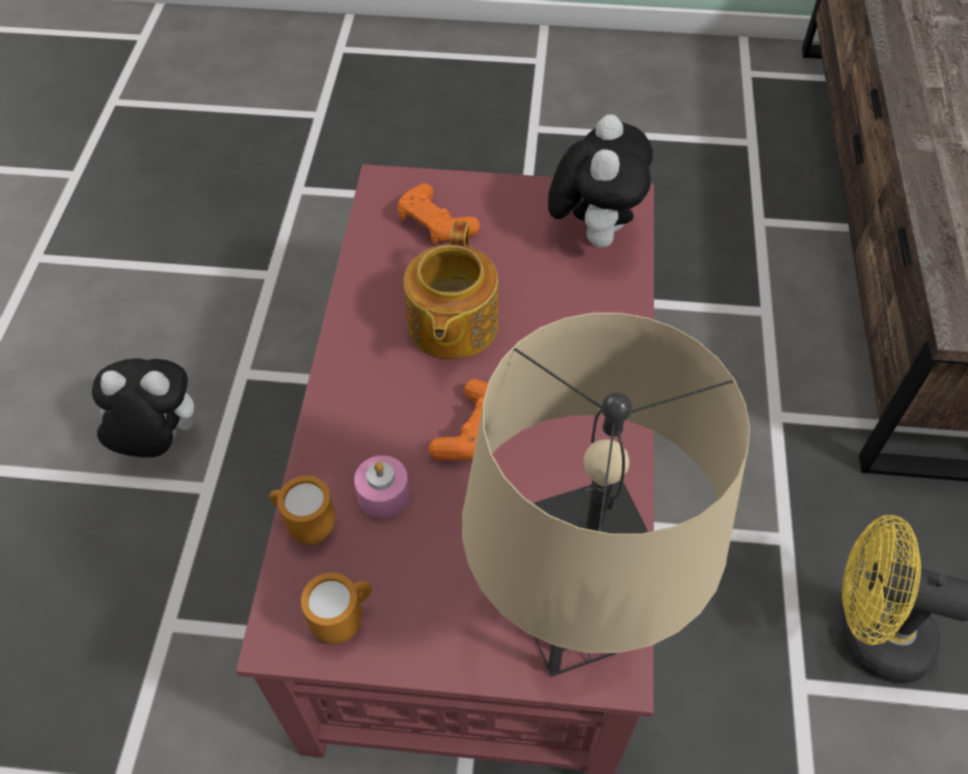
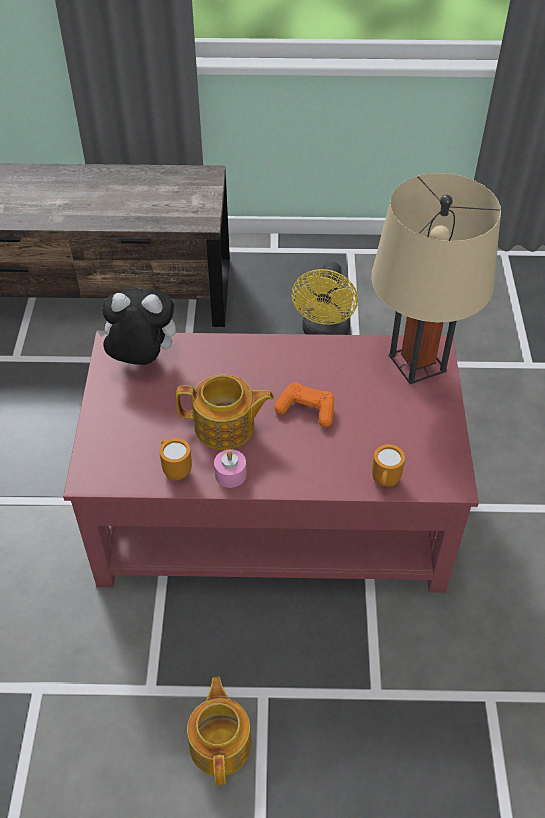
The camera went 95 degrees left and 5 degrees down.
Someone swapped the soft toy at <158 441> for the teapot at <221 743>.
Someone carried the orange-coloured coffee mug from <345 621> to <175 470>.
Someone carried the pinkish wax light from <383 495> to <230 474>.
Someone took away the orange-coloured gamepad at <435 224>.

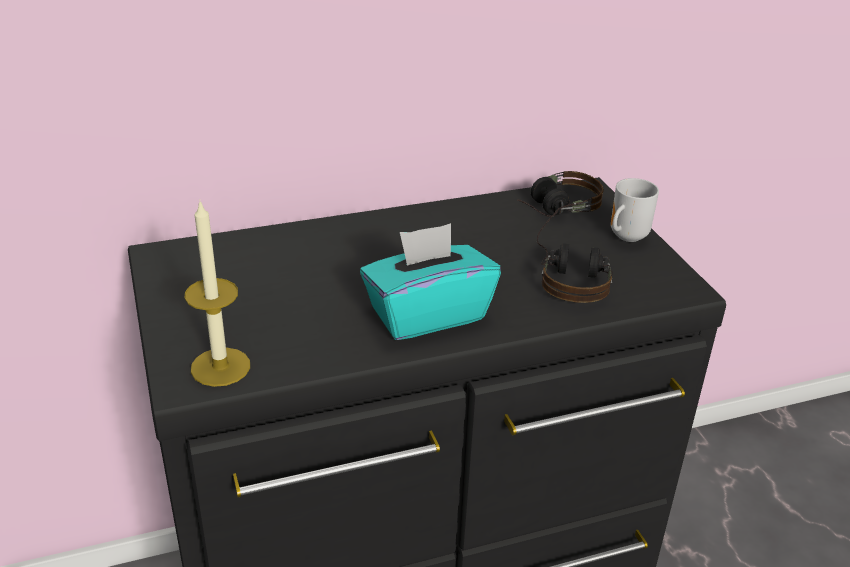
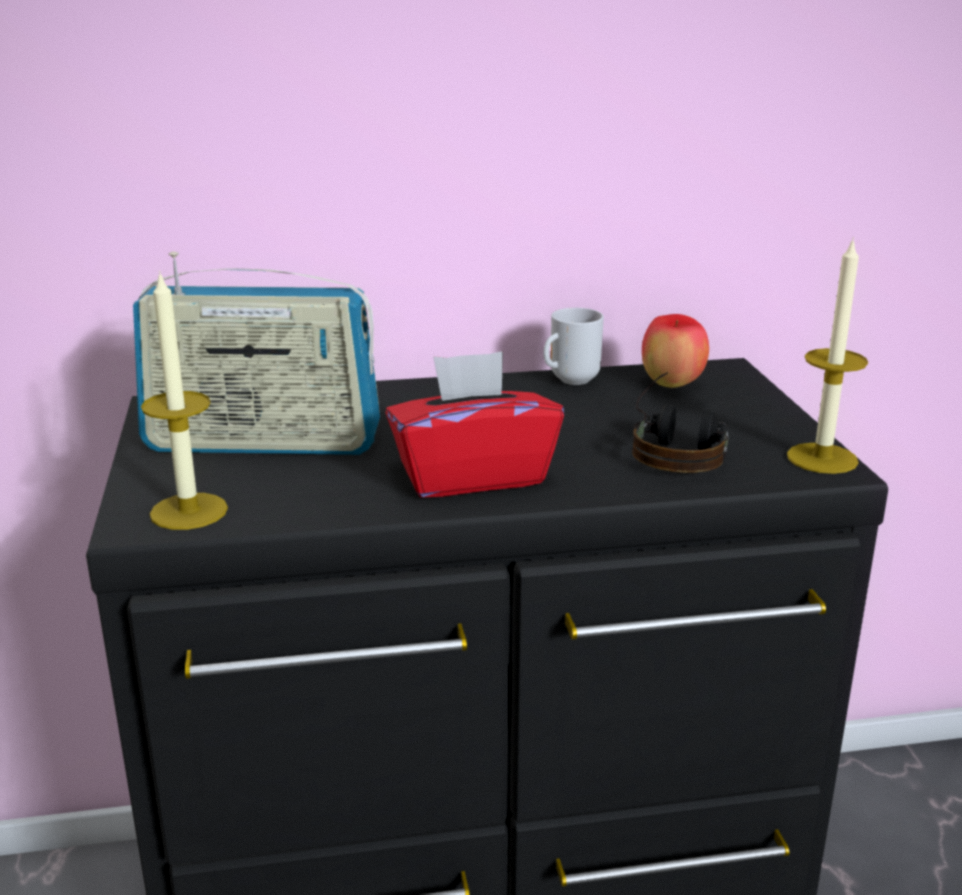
The camera went 10 degrees right and 10 degrees down.
Someone repainted the blue-green tissue holder at <427 314>, which became the red-coloured tissue holder at <472 476>.
Someone swapped the headset at <552 209> for the apple at <671 385>.
Someone carried the coffee mug from <625 236> to <570 380>.
Someone put down the radio at <263 442>.
Someone put down the wax light at <822 458>.

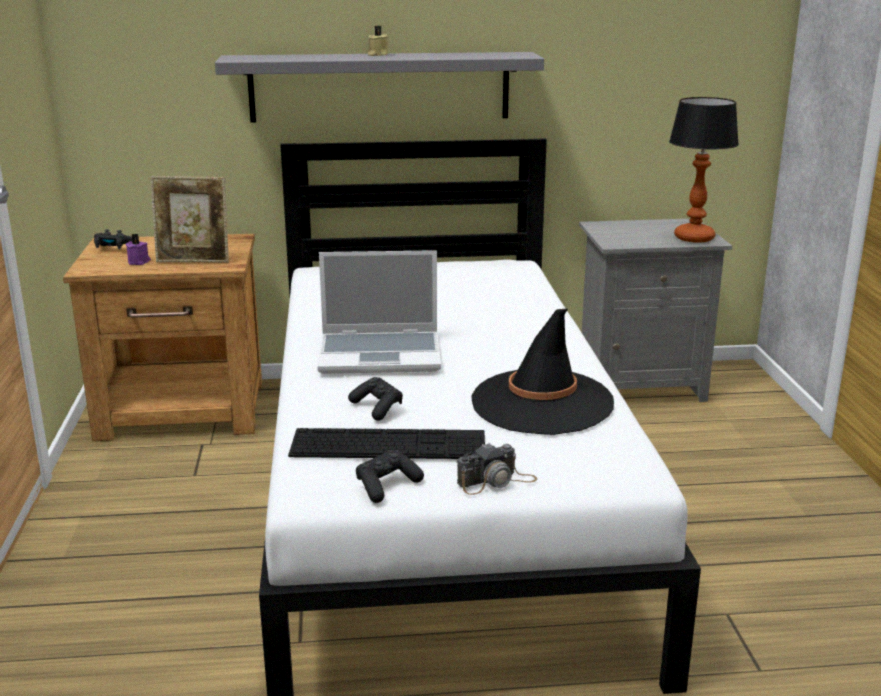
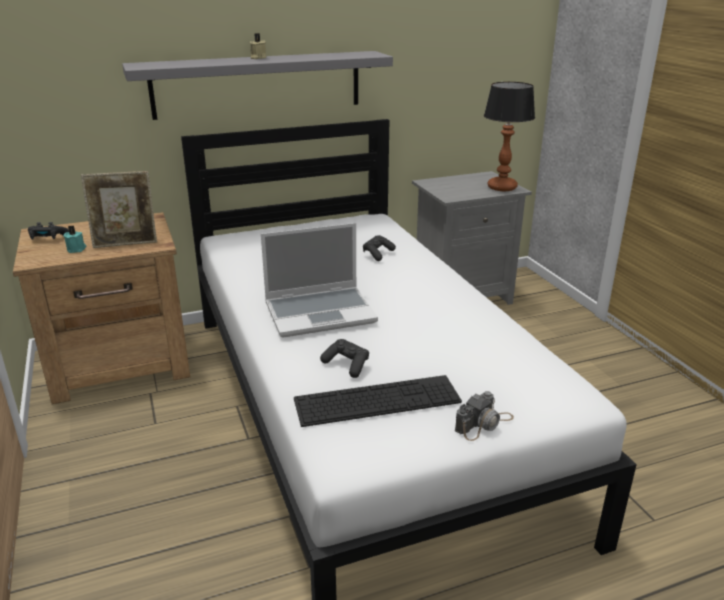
The camera went 15 degrees left and 5 degrees up.
Someone repainted the purplish wax light at <139 262>, which became the blue-green wax light at <77 249>.
Someone carried the blackish gamepad from <387 486> to <378 254>.
Someone took away the blackish clothing hat at <542 402>.

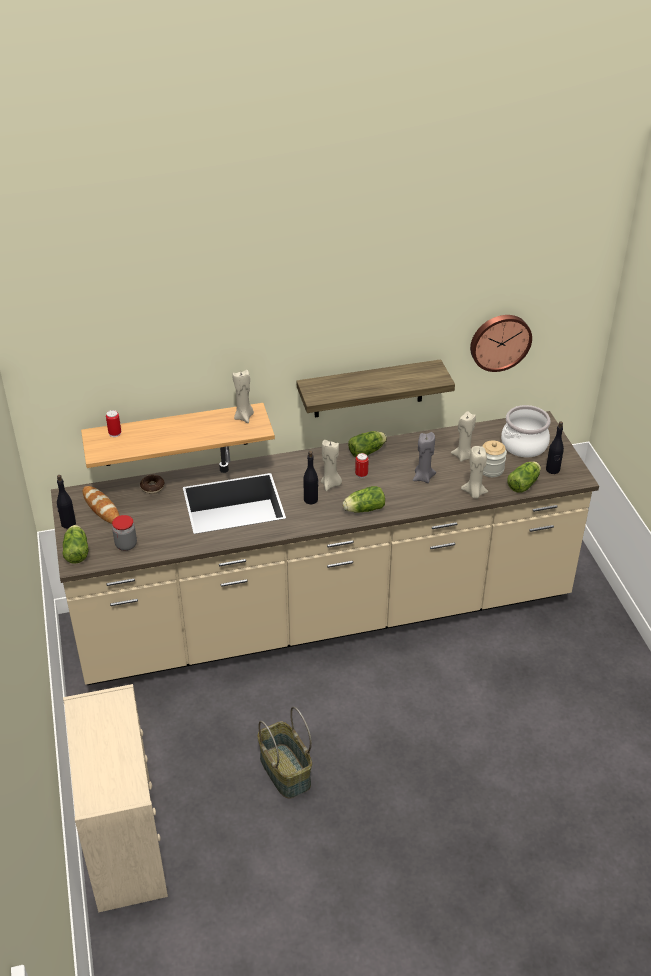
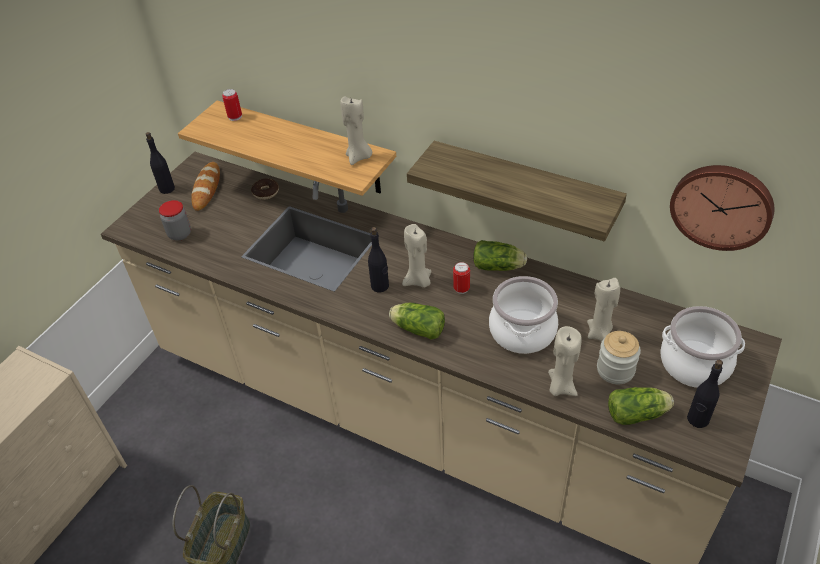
The camera went 45 degrees right and 5 degrees up.
Someone took away the head of lettuce at <76 551>.
Someone swapped the greyish wax light at <423 477> for the saucepot at <523 331>.

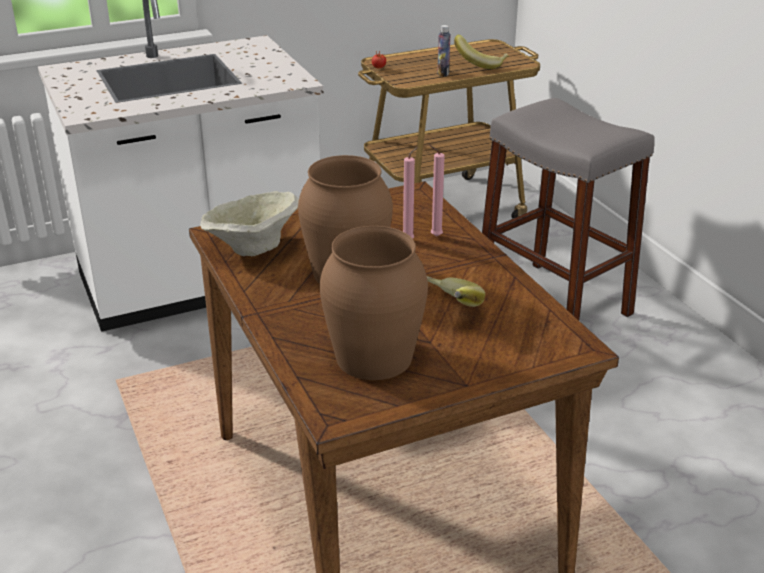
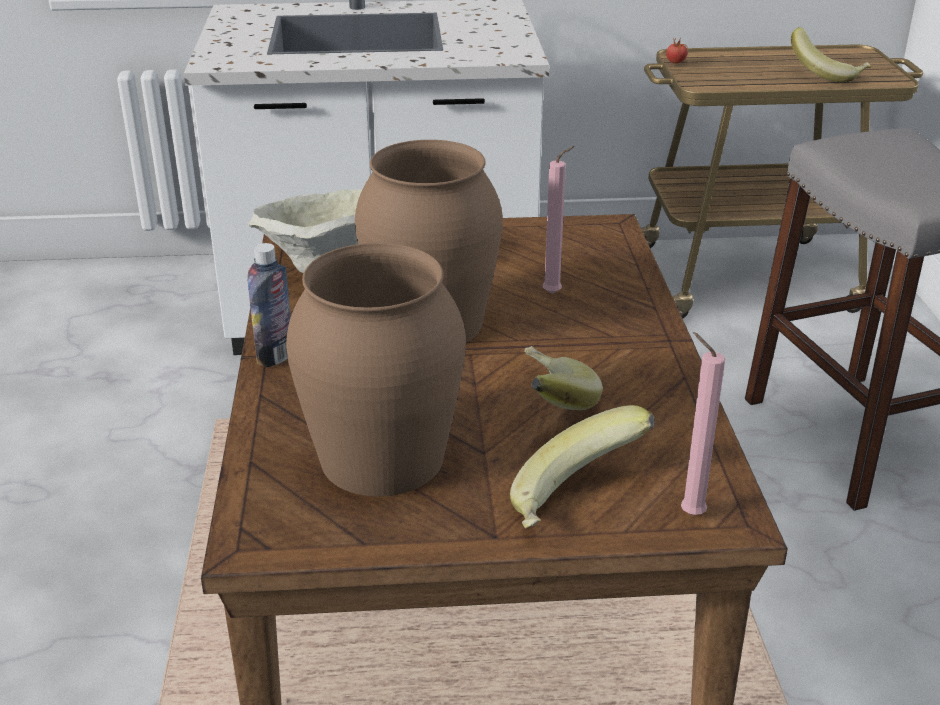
The camera went 20 degrees right and 0 degrees up.
Someone carried the pinkish wax light from <434 236> to <688 513>.
Someone carried the drink bottle from <443 73> to <275 356>.
Someone put down the banana fruit at <578 503>.

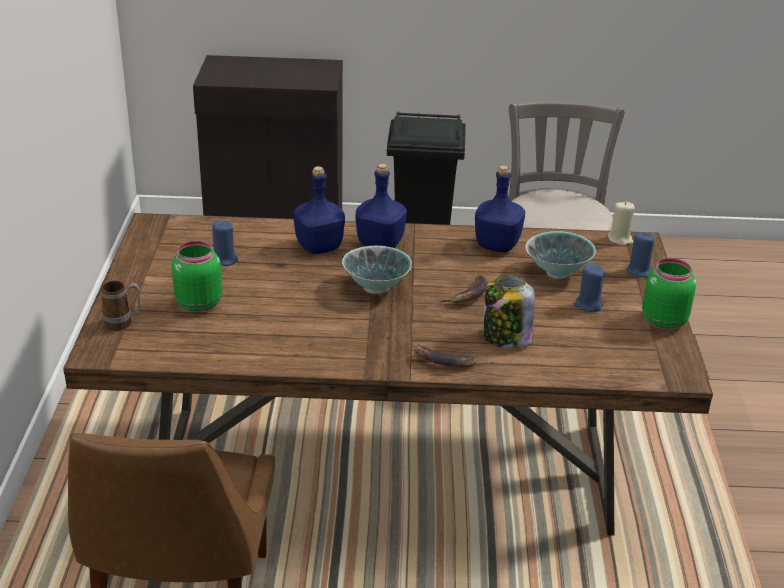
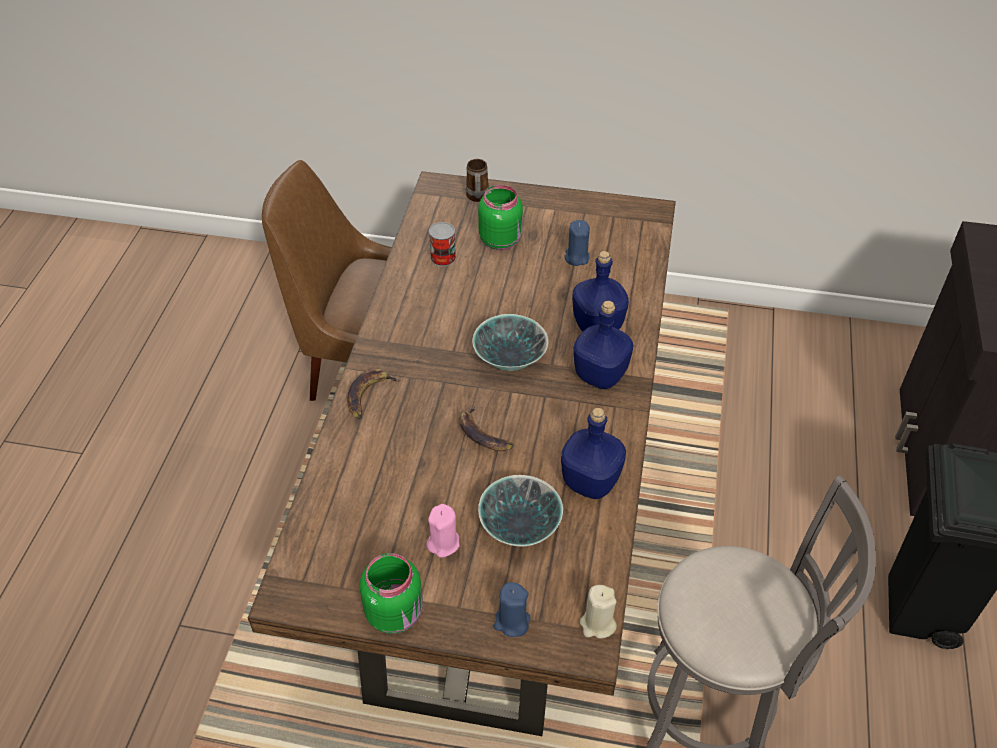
The camera went 100 degrees right and 15 degrees up.
Someone took away the storage jar at <506 338>.
Someone repainted the blue wax light at <588 305>, which became the pinkish wax light at <443 543>.
Someone put down the metal can at <443 257>.

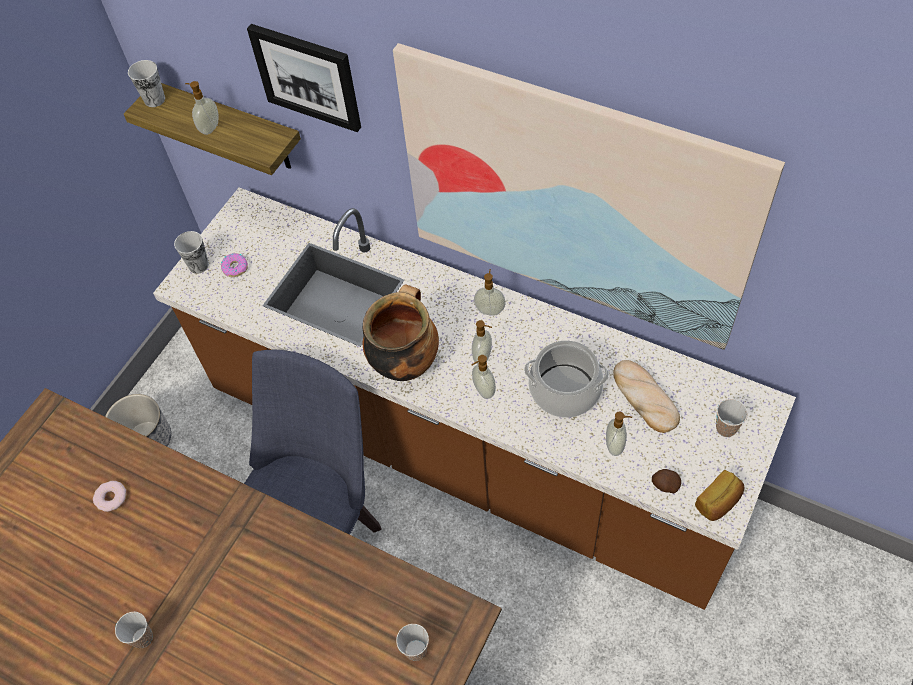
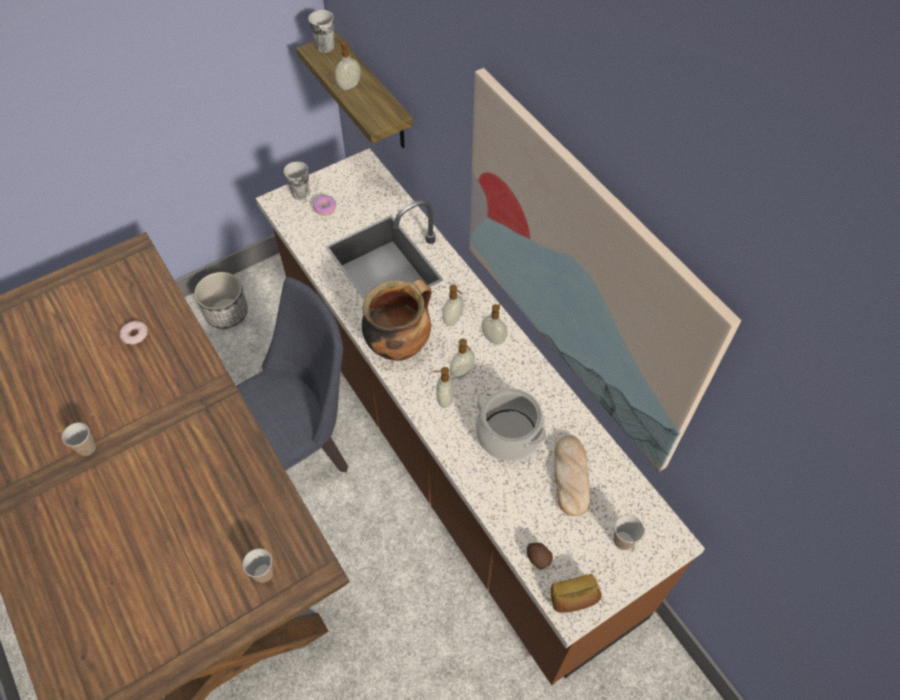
The camera went 25 degrees right and 0 degrees up.
Someone took away the picture at <307 76>.
Someone carried the liquid soap bottle from <615 445> to <453 319>.

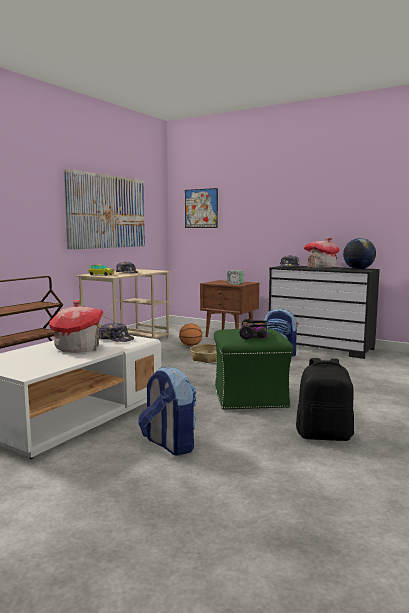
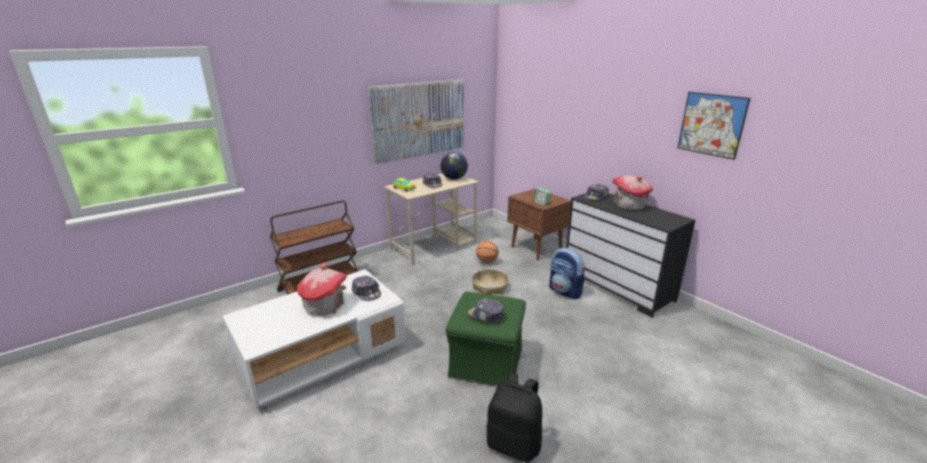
The camera went 20 degrees right and 15 degrees up.
Someone took away the rucksack at <169 444>.
Someone carried the picture from <201 208> to <711 124>.
Someone swapped the toy car at <254 335> for the cap at <486 316>.
Someone carried the globe from <358 269> to <454 178>.

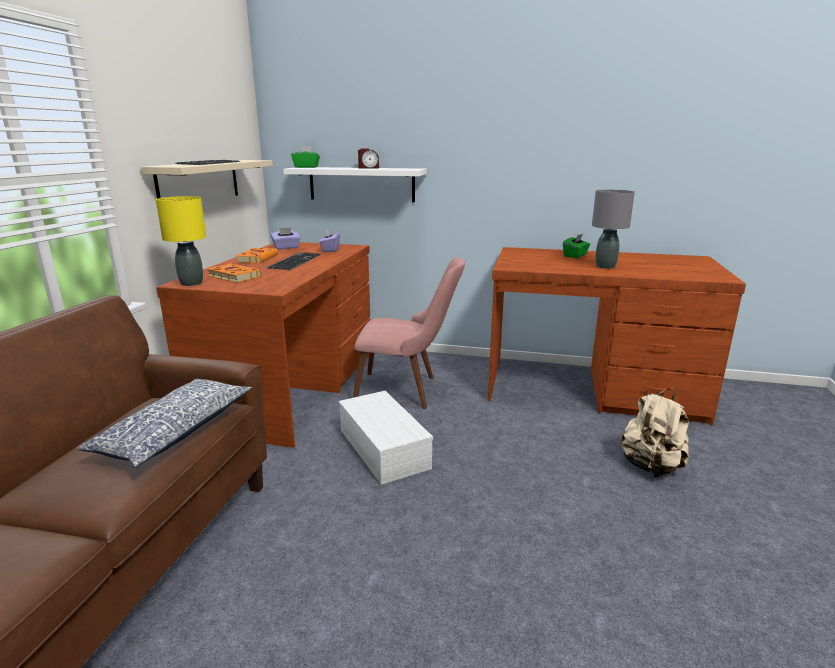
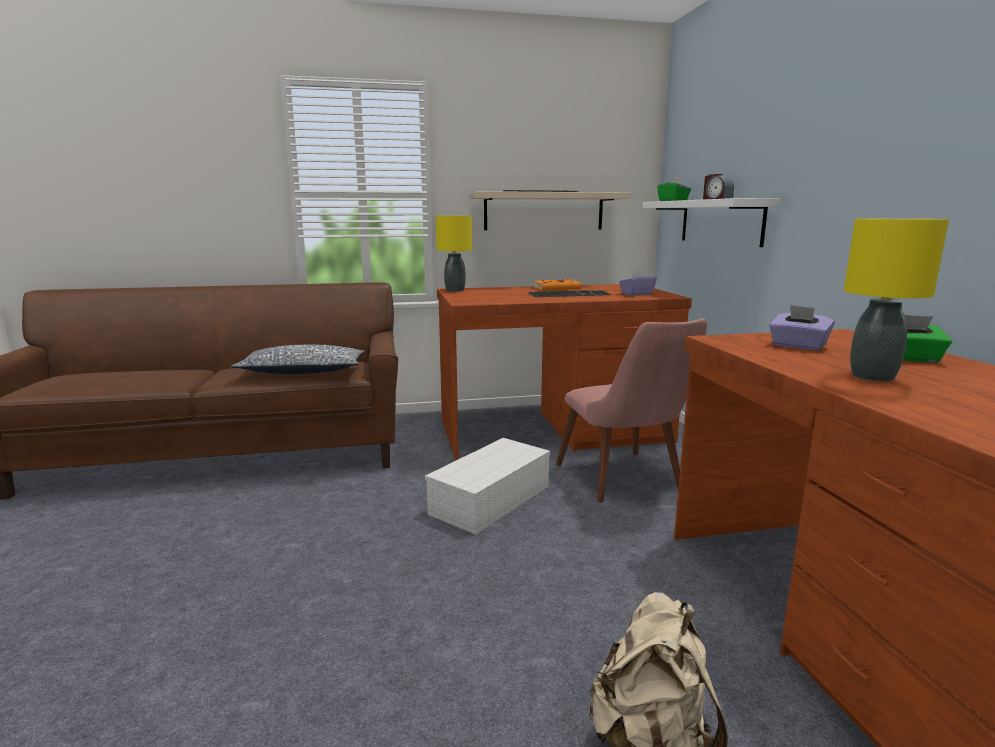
The camera went 65 degrees right and 5 degrees down.
Someone took away the orange-coloured book at <233 276>.
Someone carried the purplish tissue holder from <286 247> to <798 346>.
Someone repainted the greyish lamp for a table at <605 266>, which became the yellowish lamp for a table at <872 376>.

